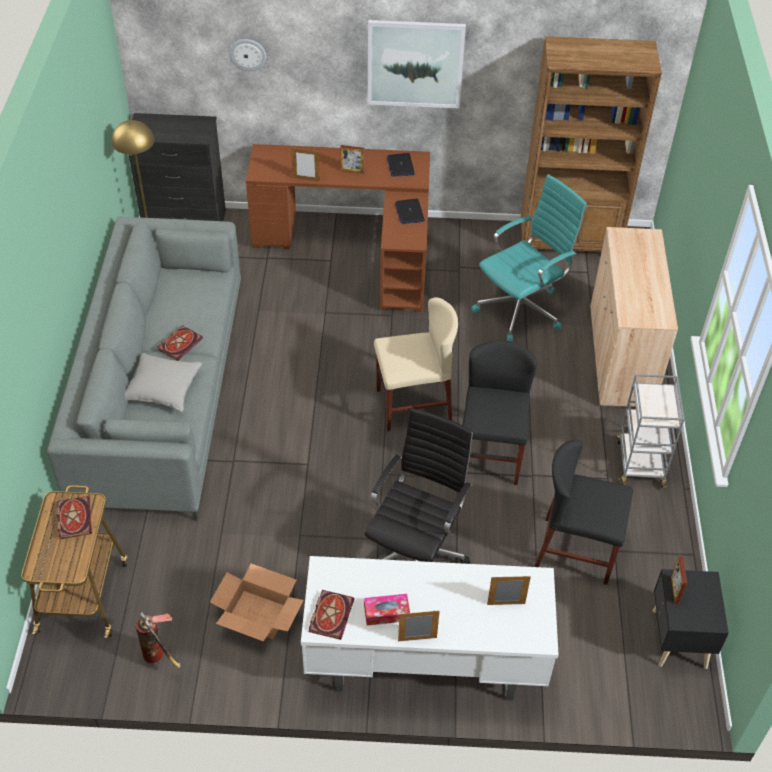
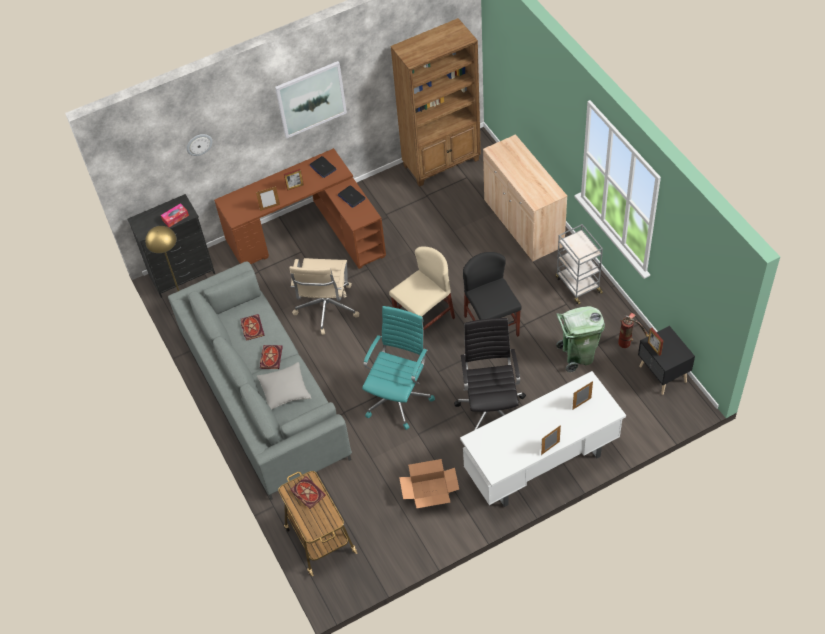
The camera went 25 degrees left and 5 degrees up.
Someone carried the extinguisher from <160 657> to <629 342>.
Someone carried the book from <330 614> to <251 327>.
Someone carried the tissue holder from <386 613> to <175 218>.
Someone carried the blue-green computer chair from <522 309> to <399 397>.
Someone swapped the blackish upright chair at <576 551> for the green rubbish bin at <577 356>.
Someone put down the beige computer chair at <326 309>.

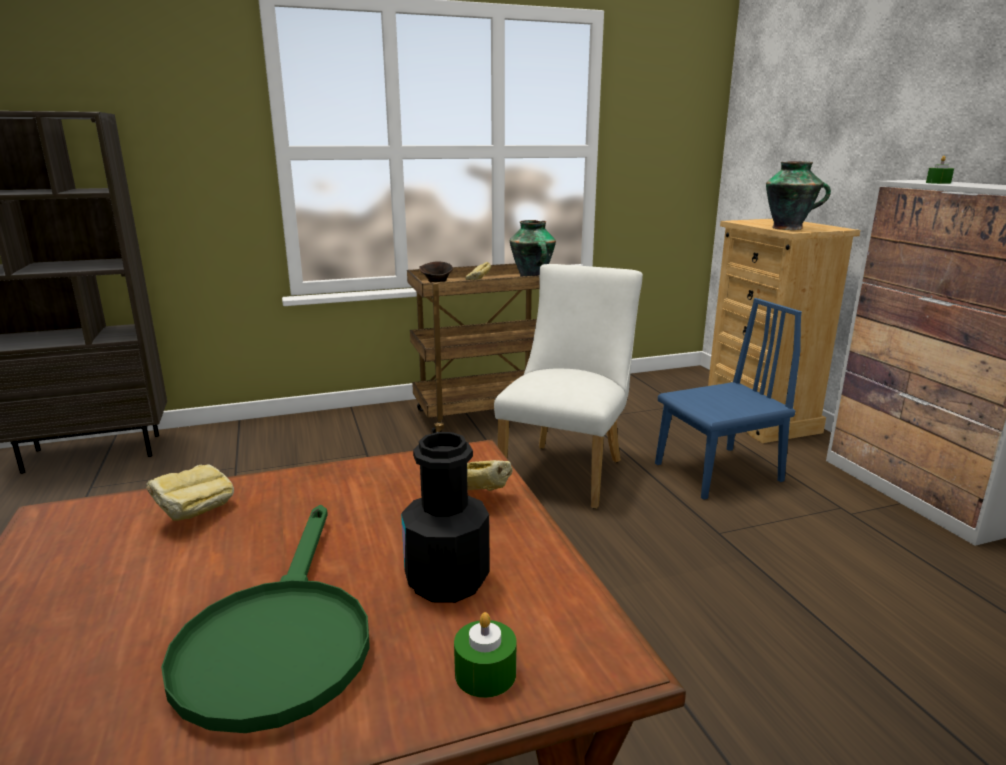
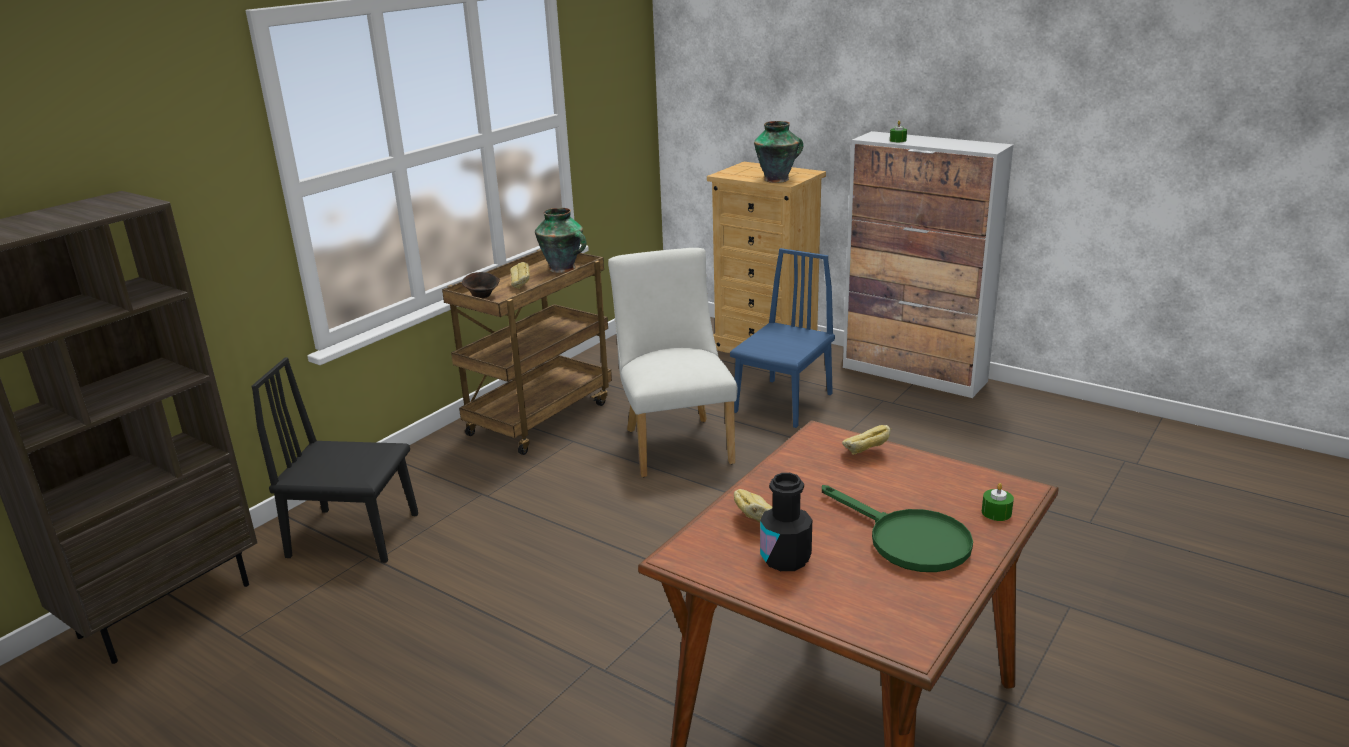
The camera went 35 degrees left and 5 degrees up.
Someone carried the blackish drink bottle from <447 580> to <785 558>.
Someone put down the blackish upright chair at <354 535>.

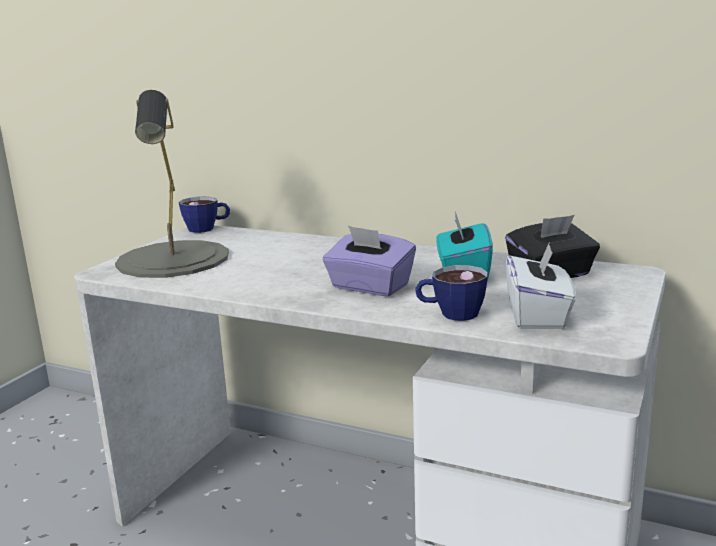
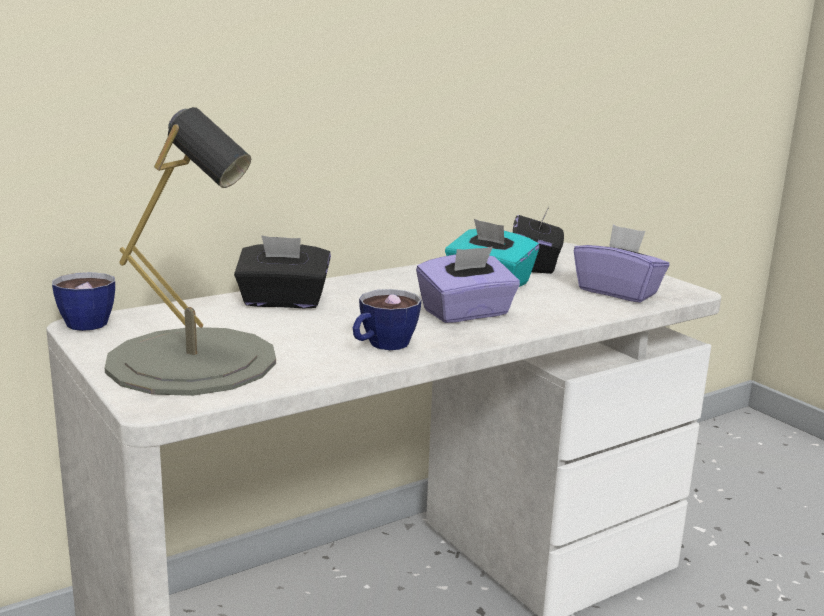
The camera went 60 degrees left and 0 degrees up.
Someone carried the drinking cup from <450 313> to <382 345>.
Someone repainted the white tissue holder at <537 315>, which became the purplish tissue holder at <617 292>.
Someone put down the blackish tissue holder at <283 301>.

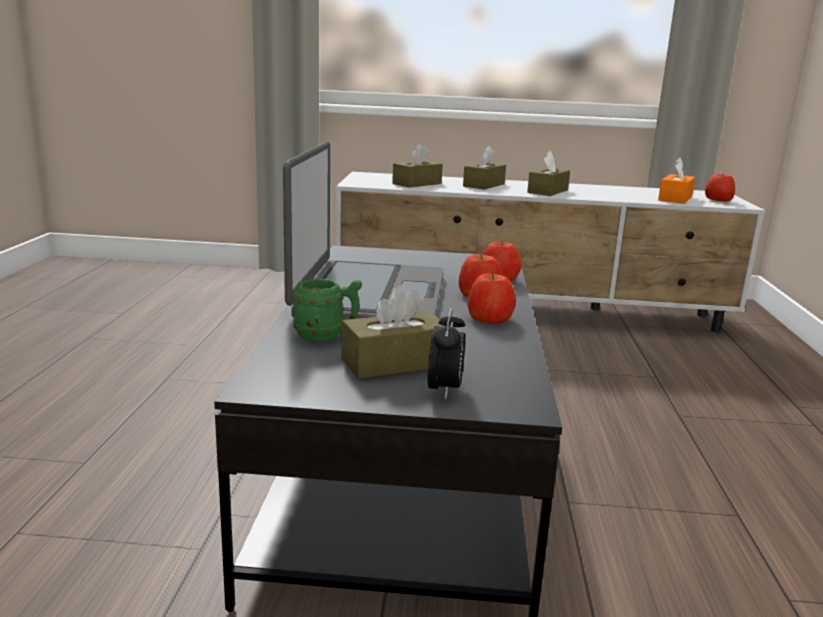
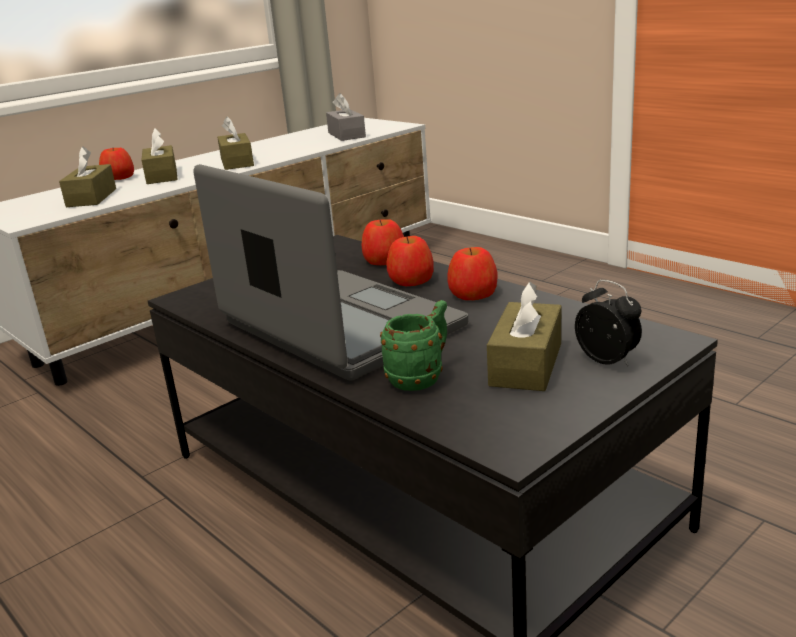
The camera went 45 degrees left and 5 degrees up.
Someone repainted the orange-coloured tissue holder at <675 198>, which became the greyish tissue holder at <346 135>.
Someone carried the apple from <718 200> to <119 178>.

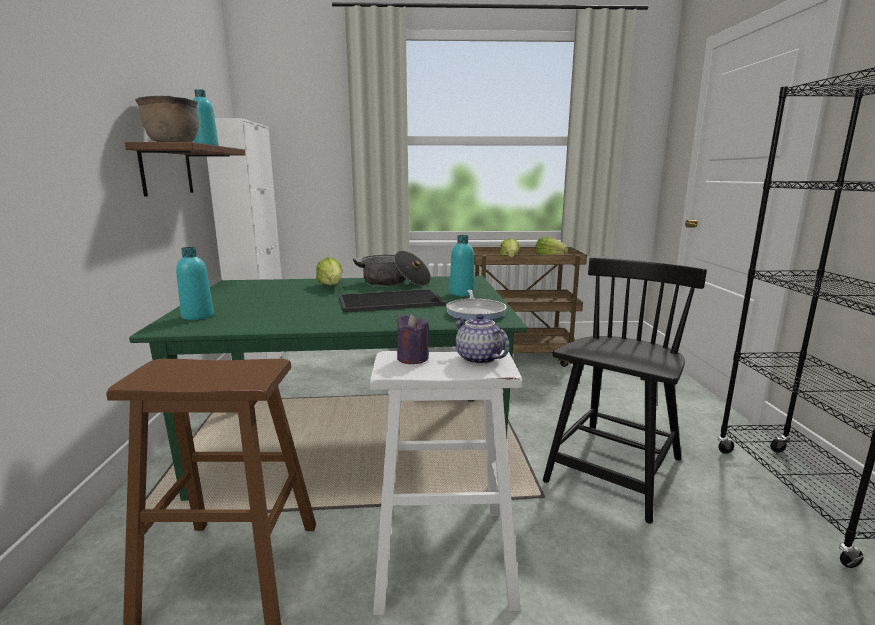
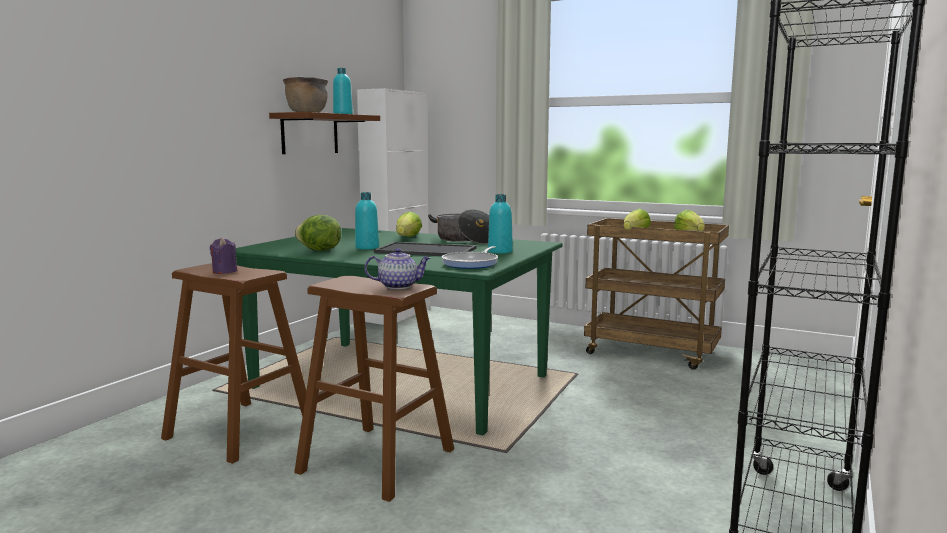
The camera went 30 degrees right and 5 degrees down.
Someone carried the blue-green drink bottle from <197 316> to <367 247>.
Someone repainted the white stool seat at <443 556>, which became the brown stool seat at <376 460>.
Someone carried the purplish wax light from <412 358> to <225 271>.
Someone rotated the teapot at <477 359> by 90 degrees clockwise.
Someone took away the blackish upright chair at <614 472>.
Someone put down the head of lettuce at <319 250>.

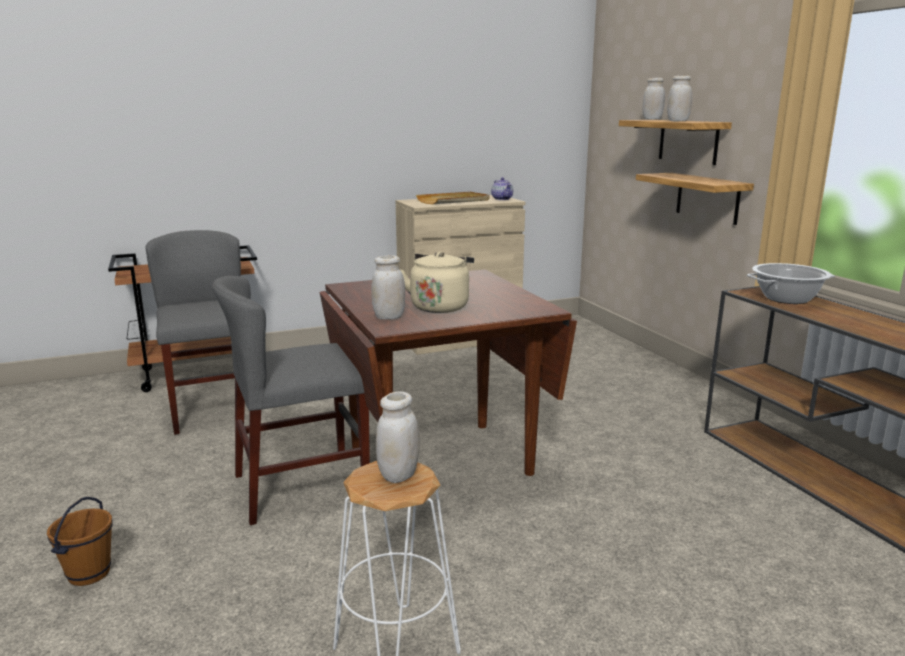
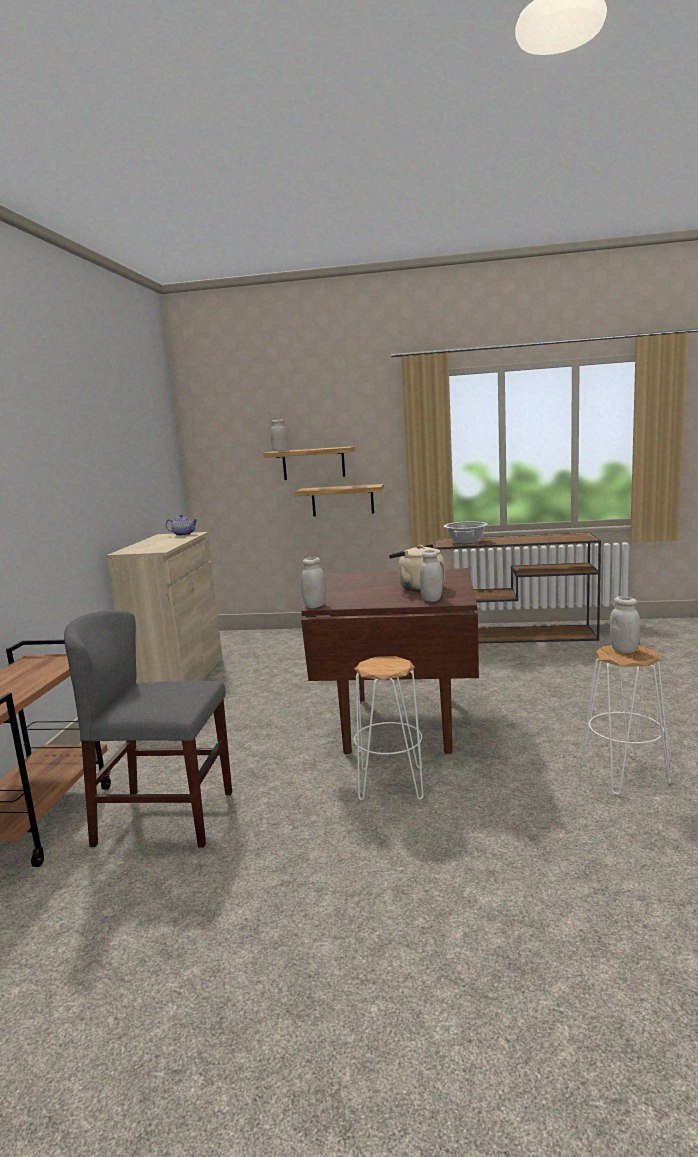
The camera went 60 degrees left and 5 degrees down.
Someone took away the brown water bucket at <88 573>.
Someone swapped the greyish upright chair at <301 486> for the white stool seat at <390 783>.
Someone took away the beige serving tray at <454 201>.
Someone carried the white storage jar from <677 121> to <315 606>.

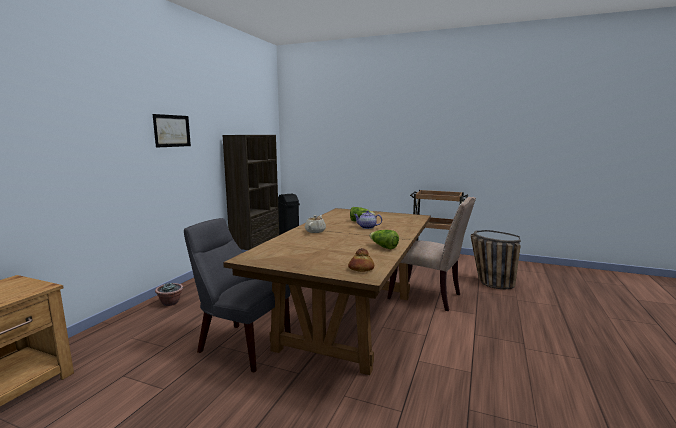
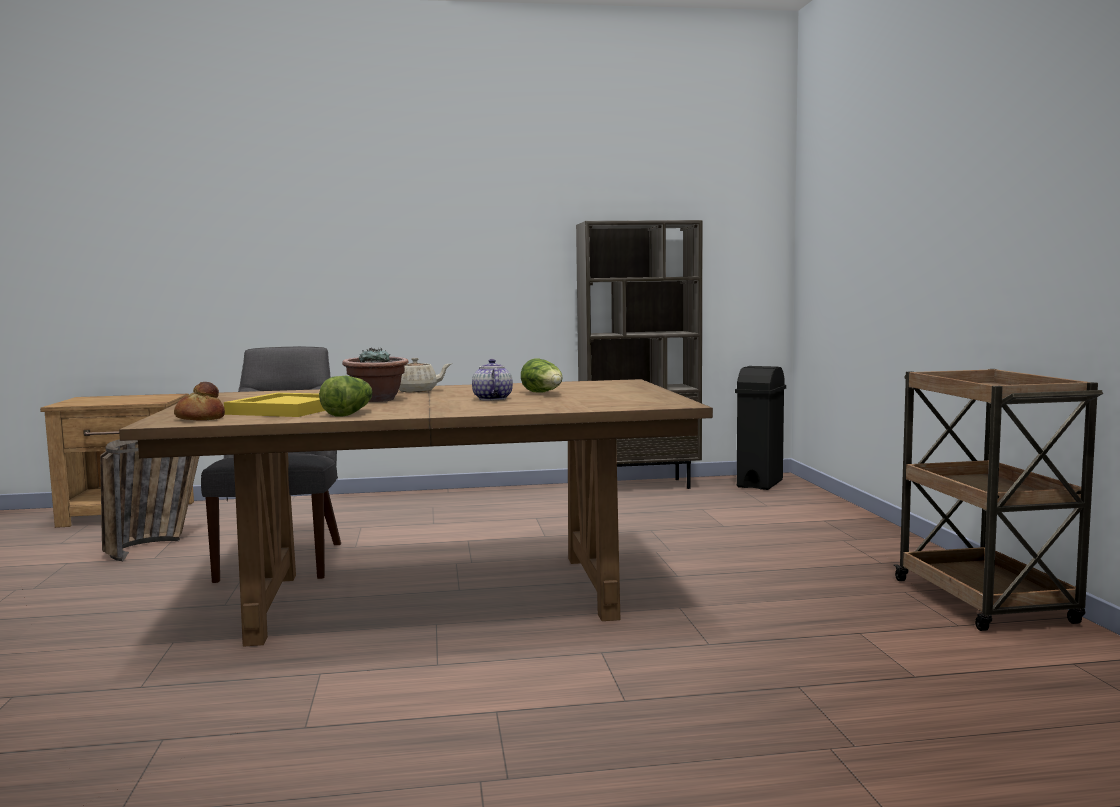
The camera went 60 degrees right and 5 degrees down.
Someone took away the picture at <172 131>.
Someone carried the plant in a pot from <170 303> to <377 400>.
Someone took away the beige upright chair at <428 296>.
Someone carried the storage basket from <488 282> to <154 545>.
Someone put down the yellowish serving tray at <286 409>.

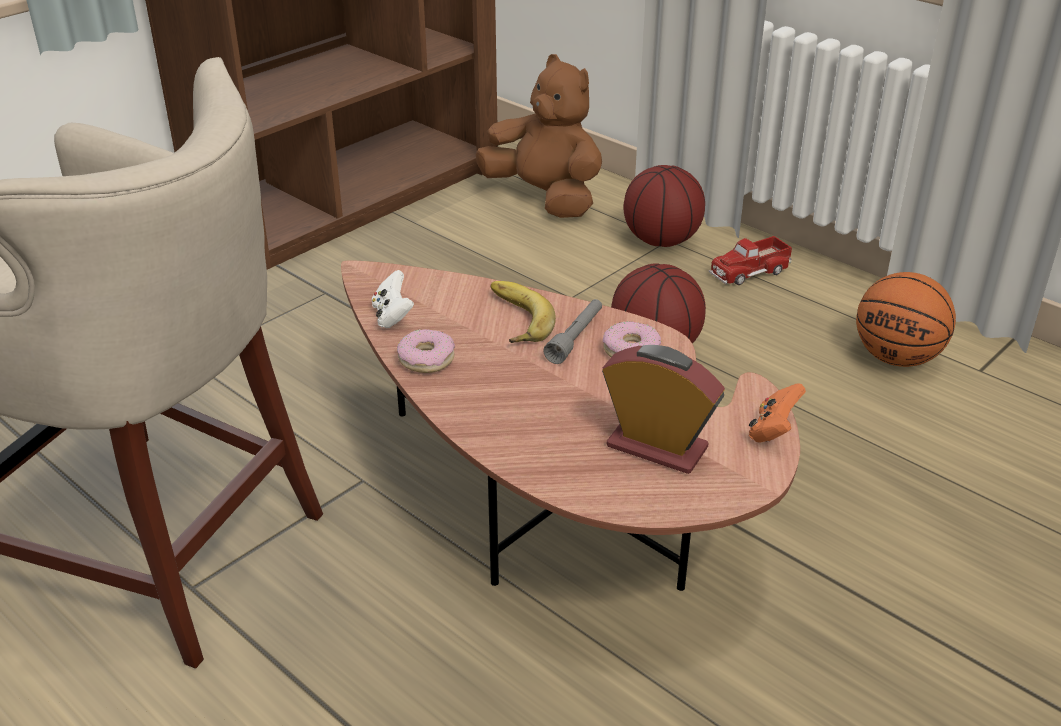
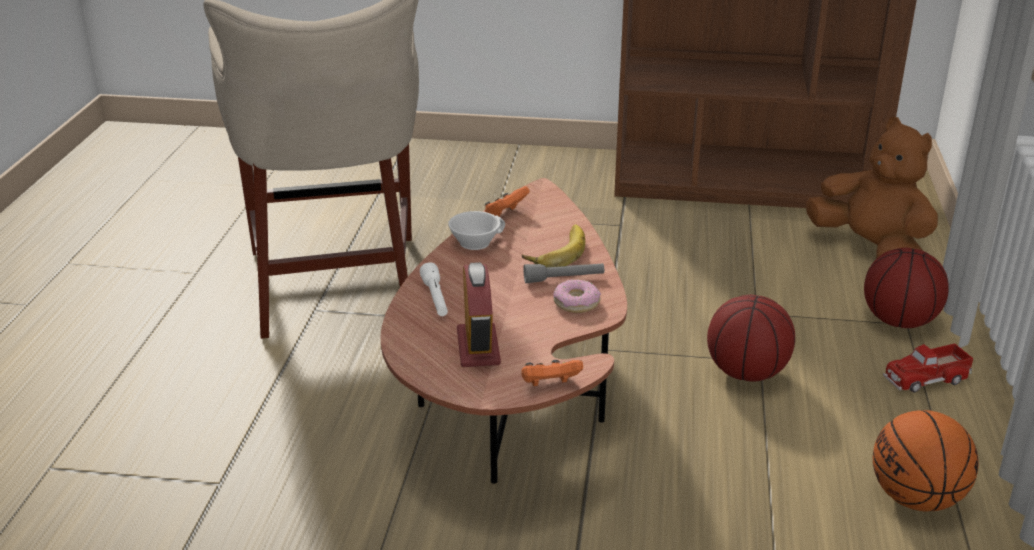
The camera went 55 degrees right and 5 degrees down.
Someone repainted the white gamepad at <392 316>, which became the orange-coloured gamepad at <505 214>.
Someone swapped the ring doughnut at <426 359> for the white drinking cup at <475 241>.
Someone rotated the brown soft toy at <545 198> by 45 degrees counterclockwise.
Someone rotated the toy truck at <749 271> by 45 degrees counterclockwise.
Someone put down the white hand torch at <435 298>.

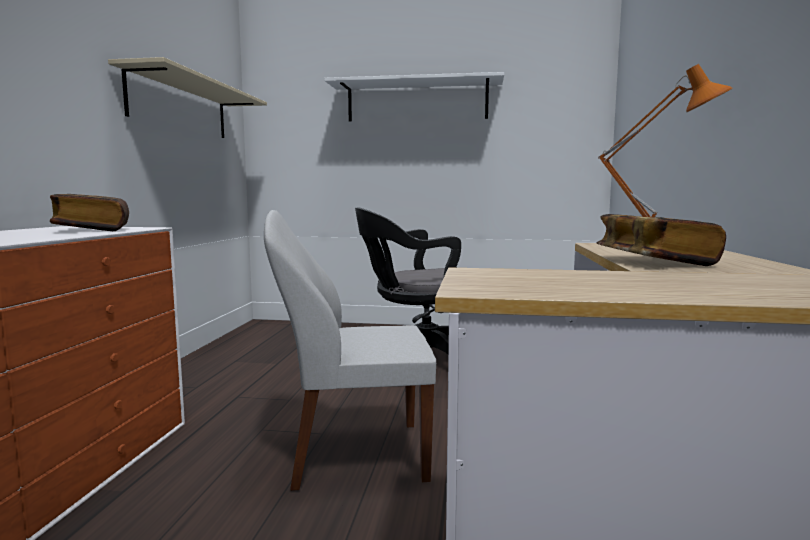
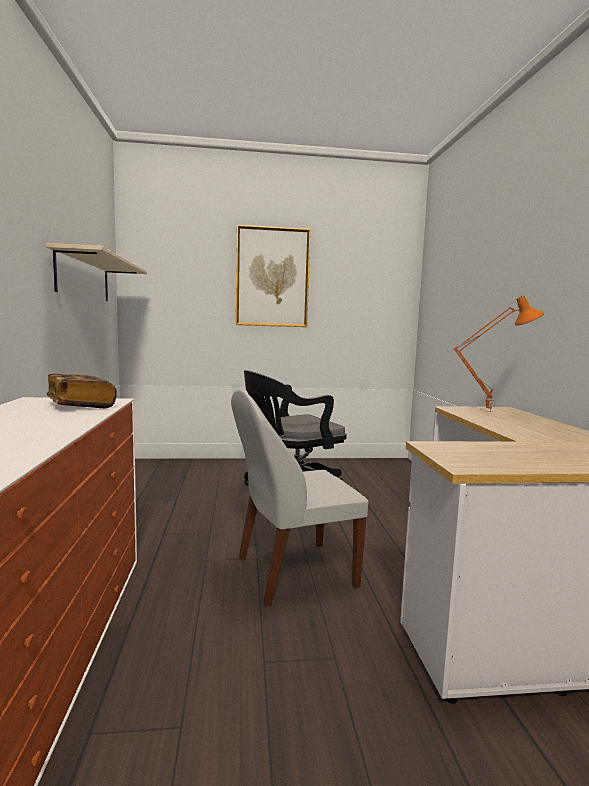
The camera went 15 degrees left and 0 degrees up.
Someone swapped the white shelf at <417 102> for the picture at <272 277>.
Someone took away the book at <654 262>.

